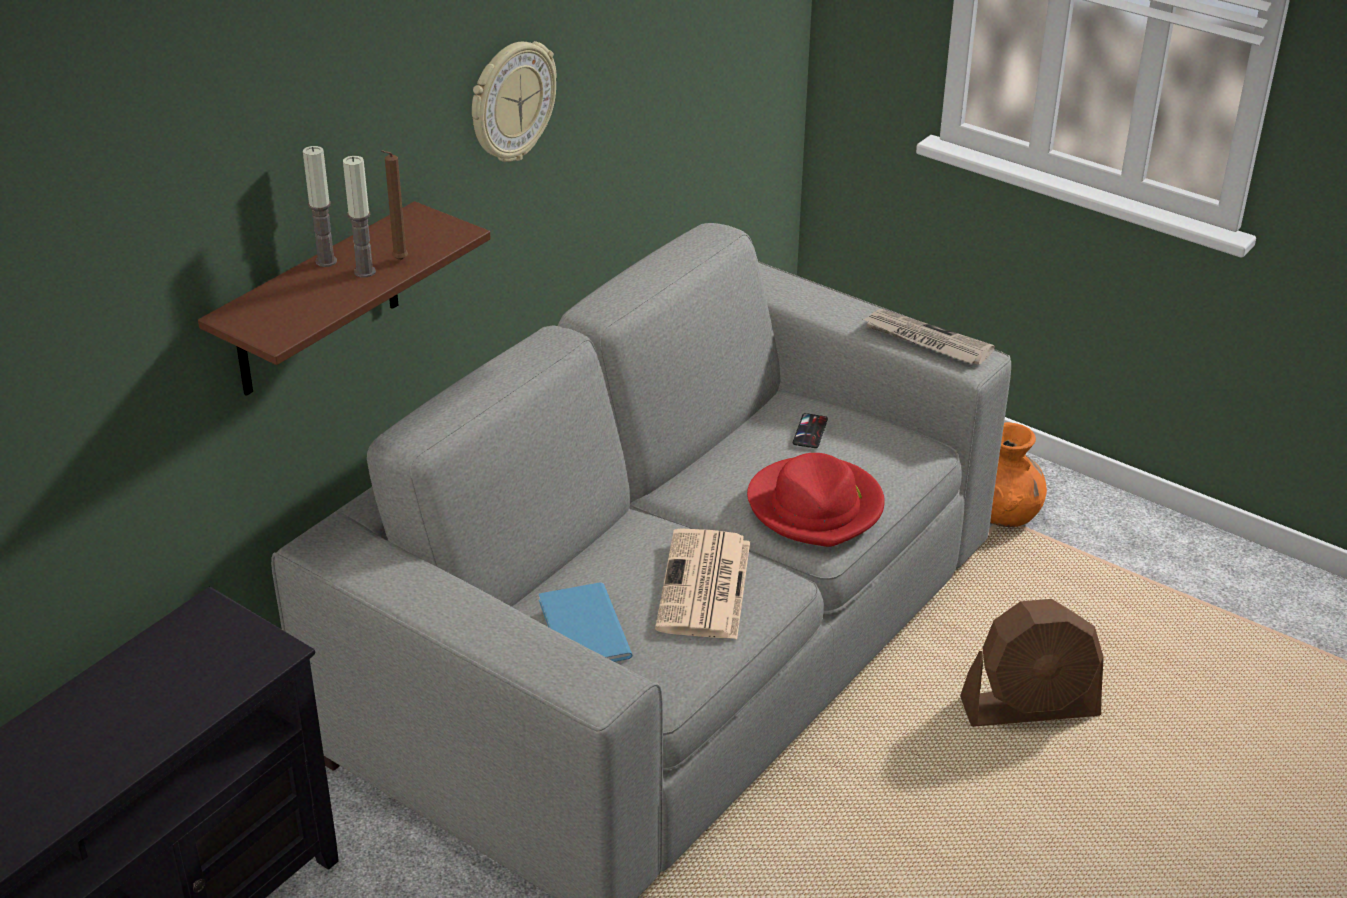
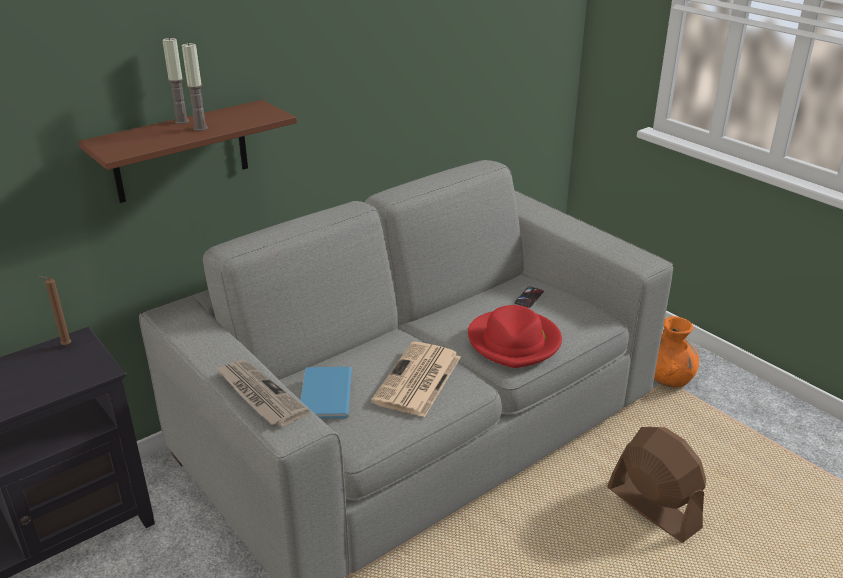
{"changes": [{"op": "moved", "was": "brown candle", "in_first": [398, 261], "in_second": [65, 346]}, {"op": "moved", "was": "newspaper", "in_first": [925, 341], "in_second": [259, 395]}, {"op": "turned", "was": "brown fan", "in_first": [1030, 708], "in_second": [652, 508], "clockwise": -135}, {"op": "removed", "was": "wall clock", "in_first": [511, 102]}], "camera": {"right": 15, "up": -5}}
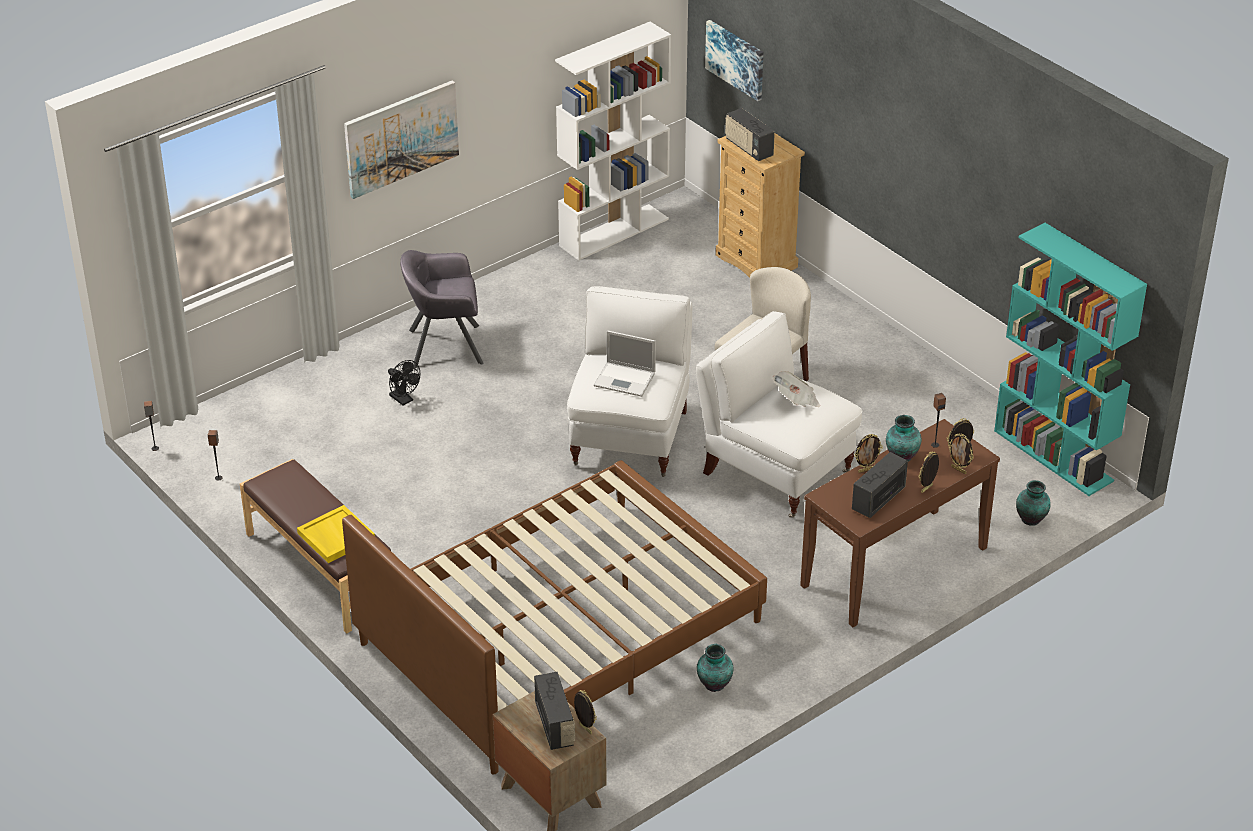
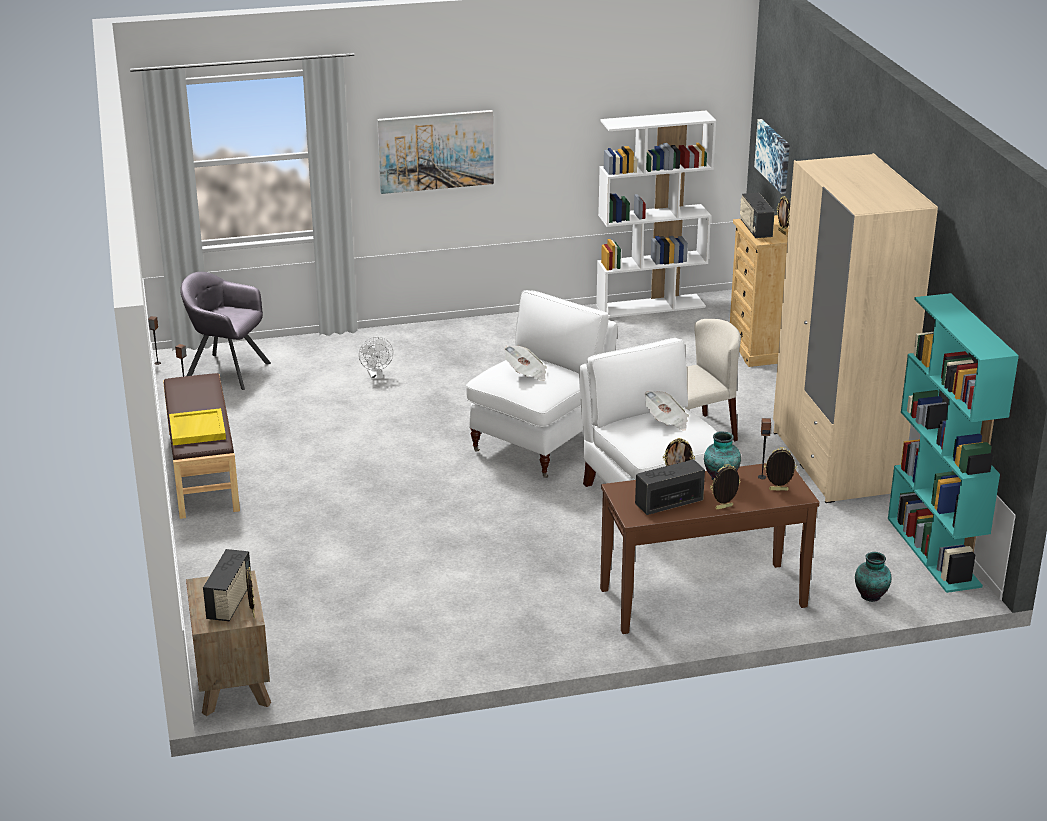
{"changes": [{"op": "moved", "was": "grey armchair", "in_first": [444, 346], "in_second": [227, 371]}, {"op": "recoloured", "was": "black fan", "now": "white fan", "in_first": [404, 400], "in_second": [376, 376]}, {"op": "replaced", "was": "laptop", "now": "newspaper", "in_first": [625, 379], "in_second": [526, 374]}, {"op": "added", "now": "beige wardrobe", "in_second": [835, 462]}, {"op": "moved", "was": "picture frame", "in_first": [959, 470], "in_second": [782, 232]}, {"op": "removed", "was": "brown bed", "in_first": [559, 632]}, {"op": "removed", "was": "vase", "in_first": [714, 685]}], "camera": {"right": 25, "up": -10}}
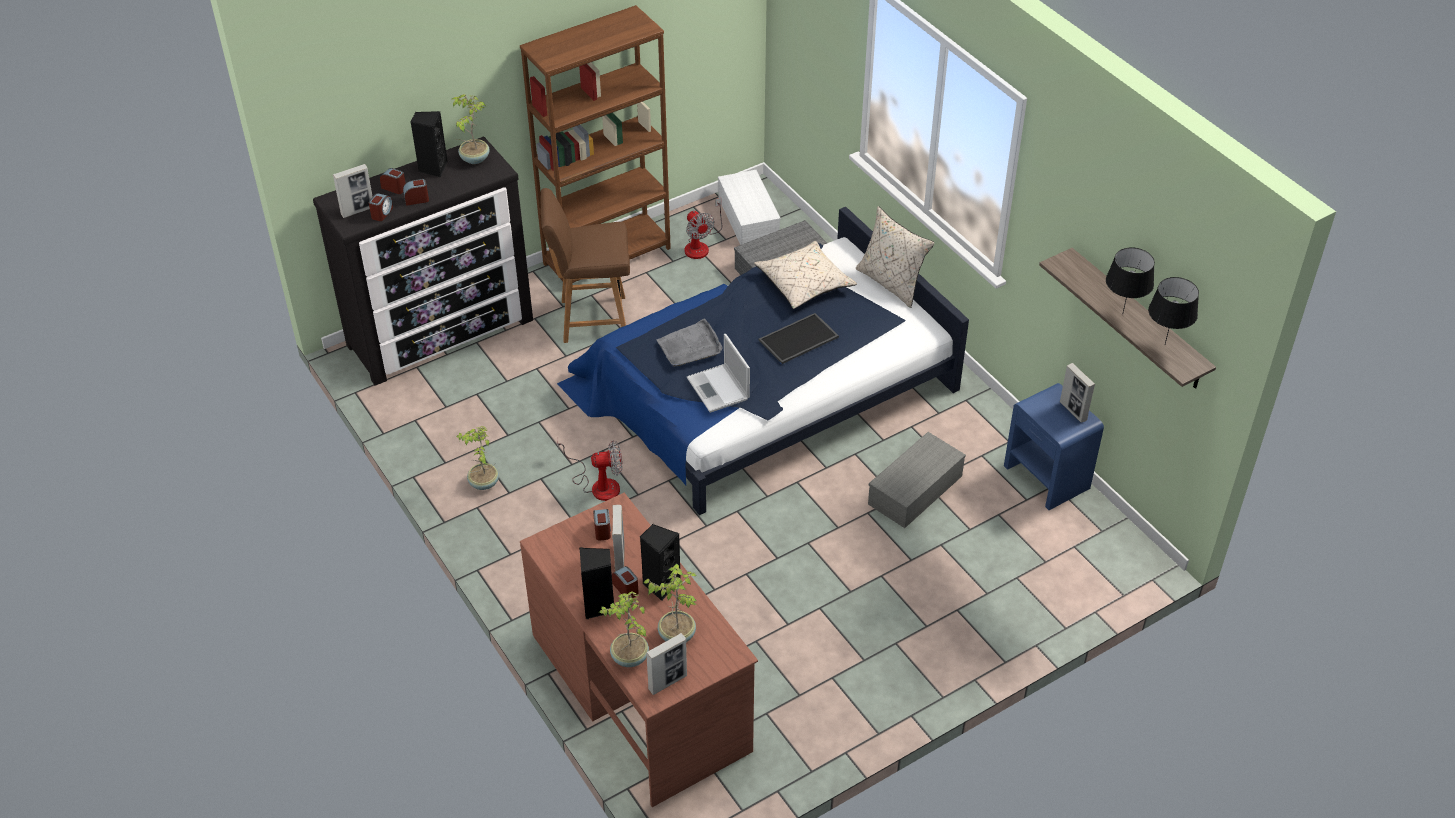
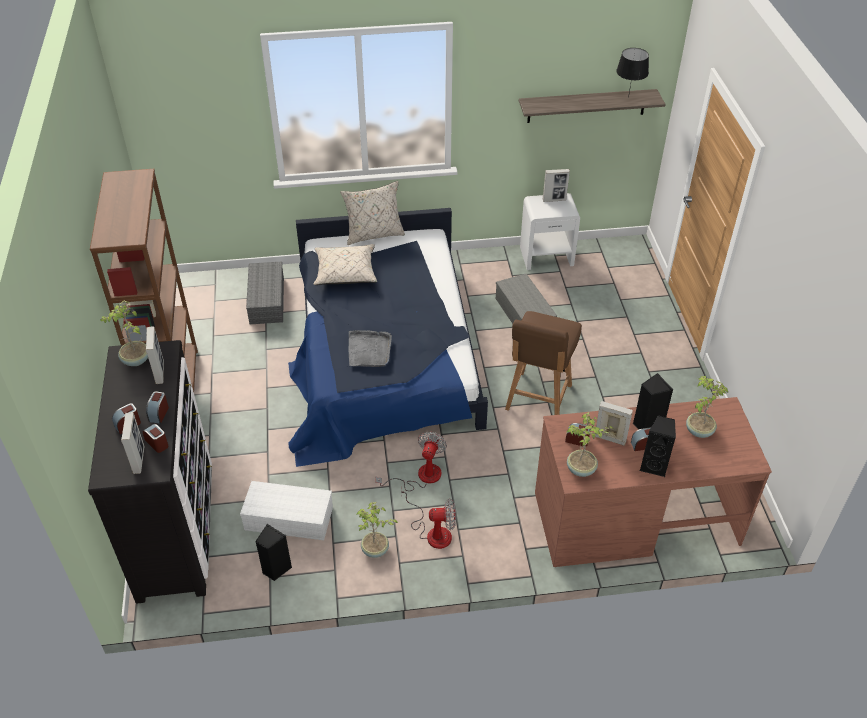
{"changes": [{"op": "moved", "was": "picture frame", "in_first": [667, 682], "in_second": [159, 372]}, {"op": "moved", "was": "white storage box", "in_first": [747, 217], "in_second": [287, 519]}, {"op": "moved", "was": "black speaker", "in_first": [433, 168], "in_second": [275, 569]}, {"op": "moved", "was": "fan", "in_first": [700, 245], "in_second": [433, 532]}, {"op": "moved", "was": "brown chair", "in_first": [592, 319], "in_second": [538, 398]}, {"op": "recoloured", "was": "blue nightstand", "now": "white nightstand", "in_first": [1047, 477], "in_second": [547, 256]}, {"op": "moved", "was": "potted plant", "in_first": [629, 658], "in_second": [581, 469]}, {"op": "removed", "was": "laptop", "in_first": [718, 389]}, {"op": "removed", "was": "tray", "in_first": [798, 340]}, {"op": "removed", "was": "black table lamp", "in_first": [1122, 313]}], "camera": {"right": -65, "up": 0}}
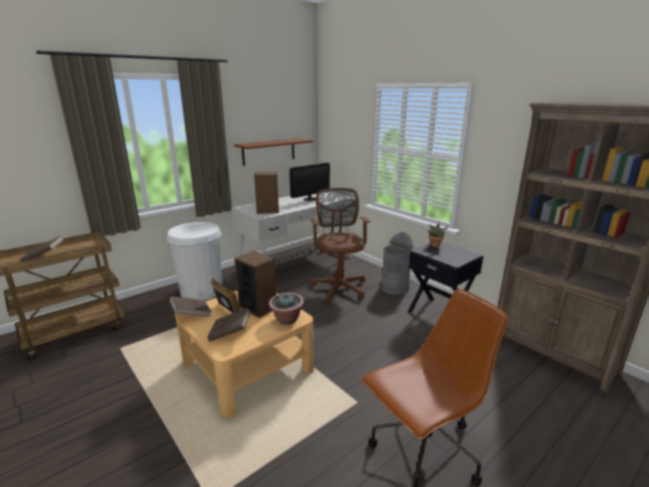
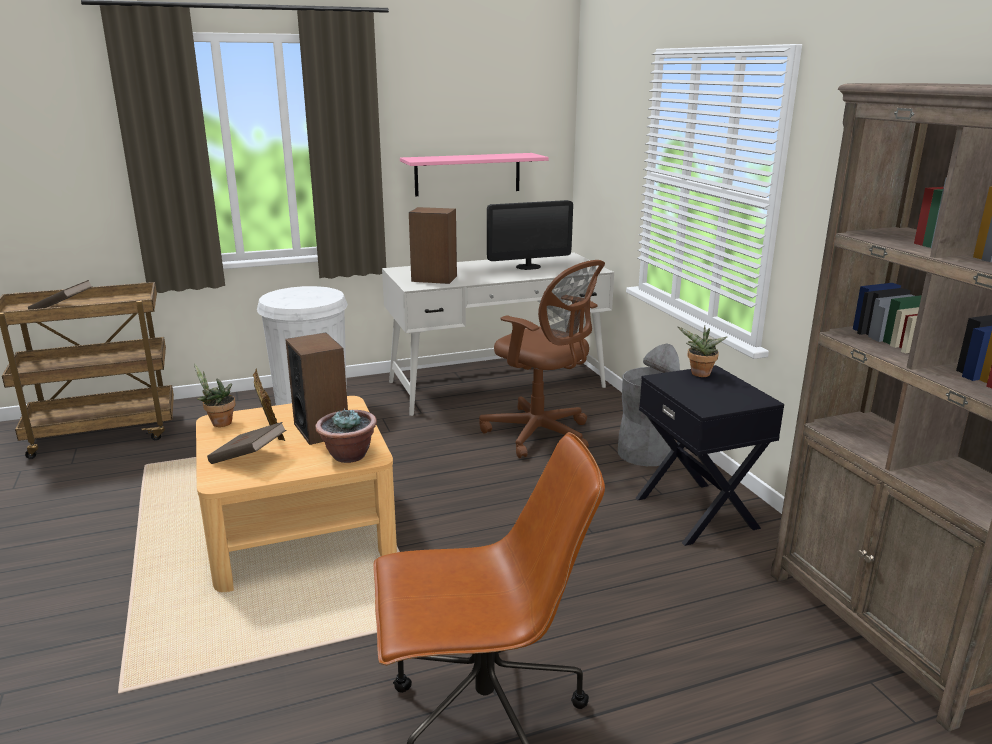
{"changes": [{"op": "replaced", "was": "brown book", "now": "potted plant", "in_first": [191, 314], "in_second": [219, 423]}, {"op": "recoloured", "was": "brown shelf", "now": "pink shelf", "in_first": [269, 151], "in_second": [467, 174]}, {"op": "turned", "was": "brown office chair", "in_first": [339, 287], "in_second": [541, 435], "clockwise": 120}], "camera": {"right": 20, "up": 0}}
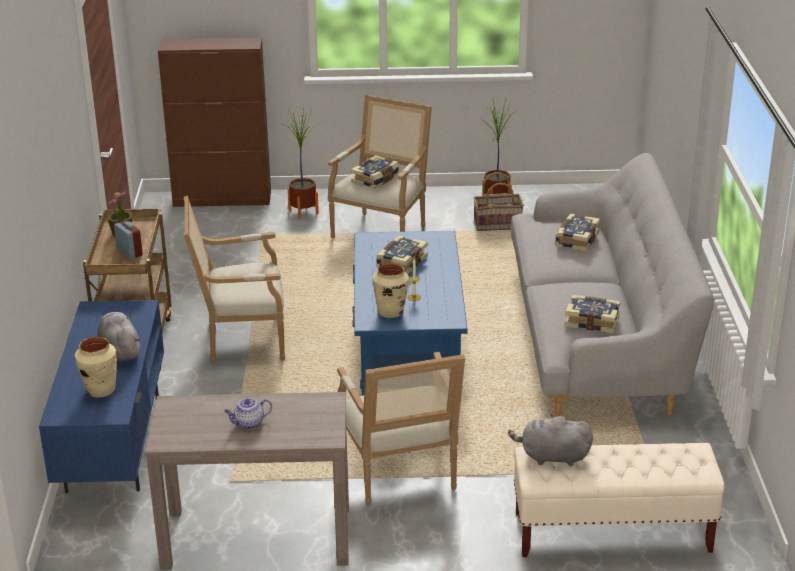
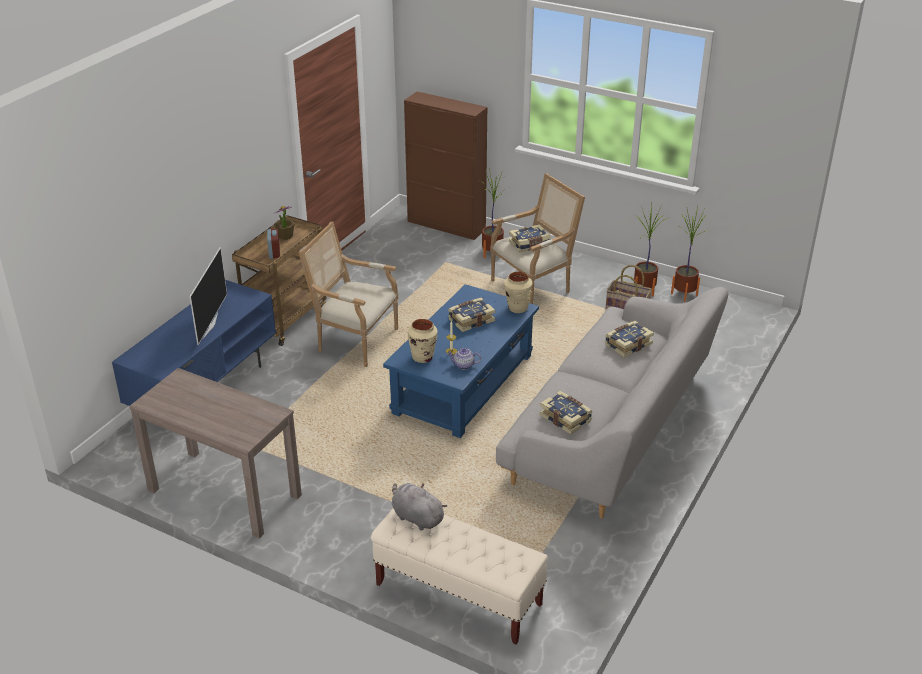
{"changes": [{"op": "replaced", "was": "grey plush toy", "now": "television", "in_first": [120, 351], "in_second": [209, 325]}, {"op": "moved", "was": "teapot", "in_first": [248, 424], "in_second": [463, 365]}, {"op": "moved", "was": "beige vase", "in_first": [100, 390], "in_second": [517, 308]}, {"op": "added", "now": "potted plant", "in_second": [684, 294]}, {"op": "removed", "was": "armchair", "in_first": [402, 477]}], "camera": {"right": 30, "up": 5}}
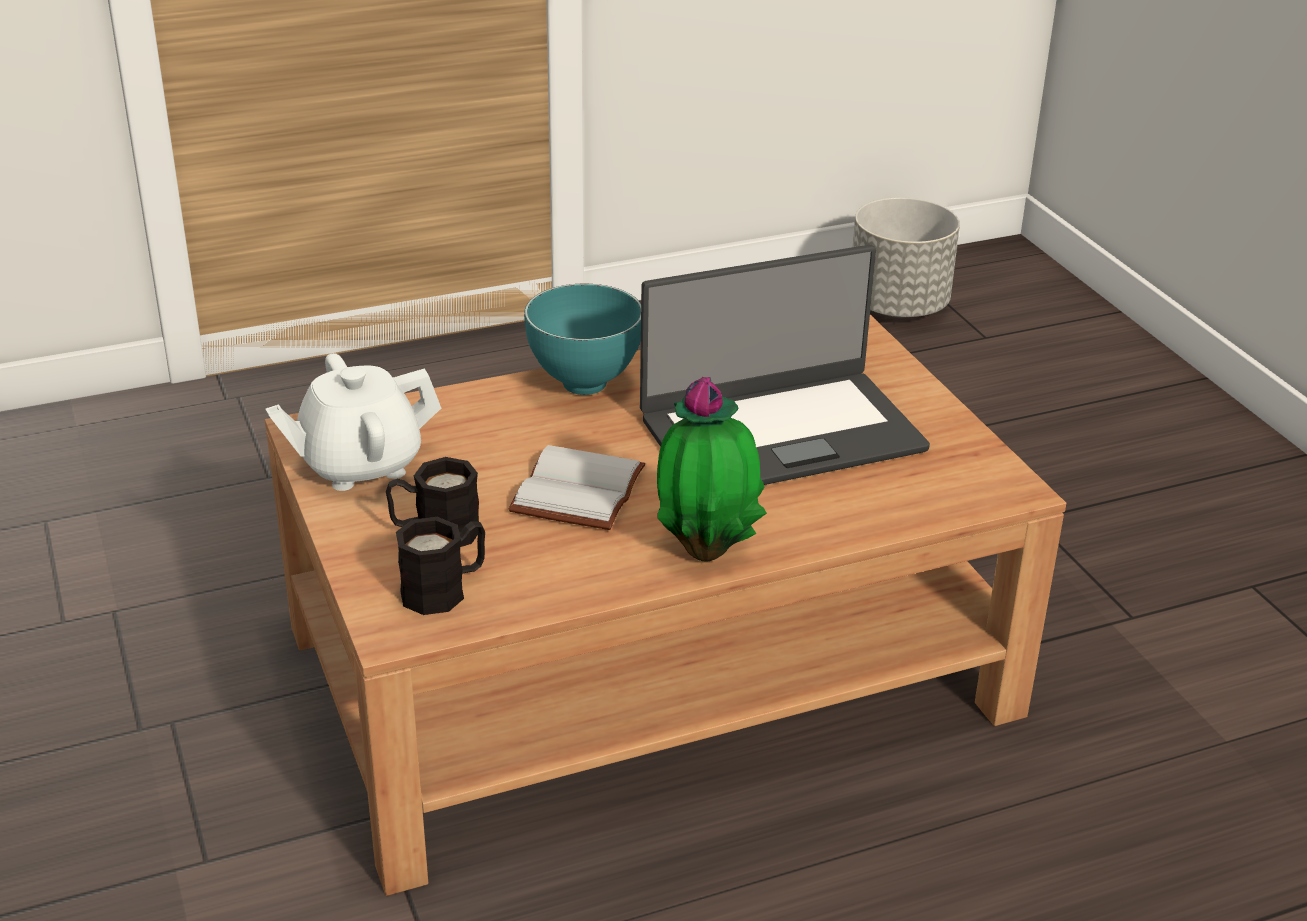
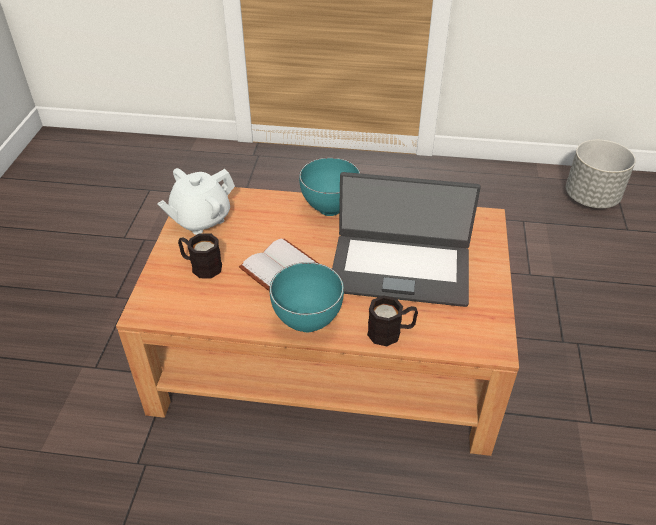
{"changes": [{"op": "turned", "was": "white teapot", "in_first": [359, 465], "in_second": [200, 219], "clockwise": -45}, {"op": "replaced", "was": "potted plant", "now": "turquoise bowl", "in_first": [706, 550], "in_second": [309, 323]}, {"op": "moved", "was": "black mug", "in_first": [445, 589], "in_second": [391, 332]}], "camera": {"right": 30, "up": 10}}
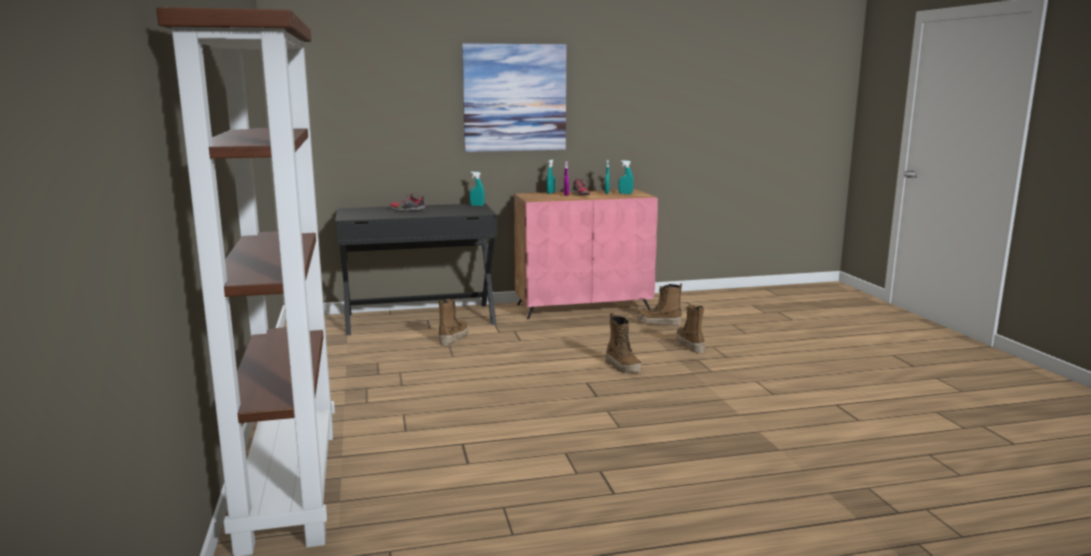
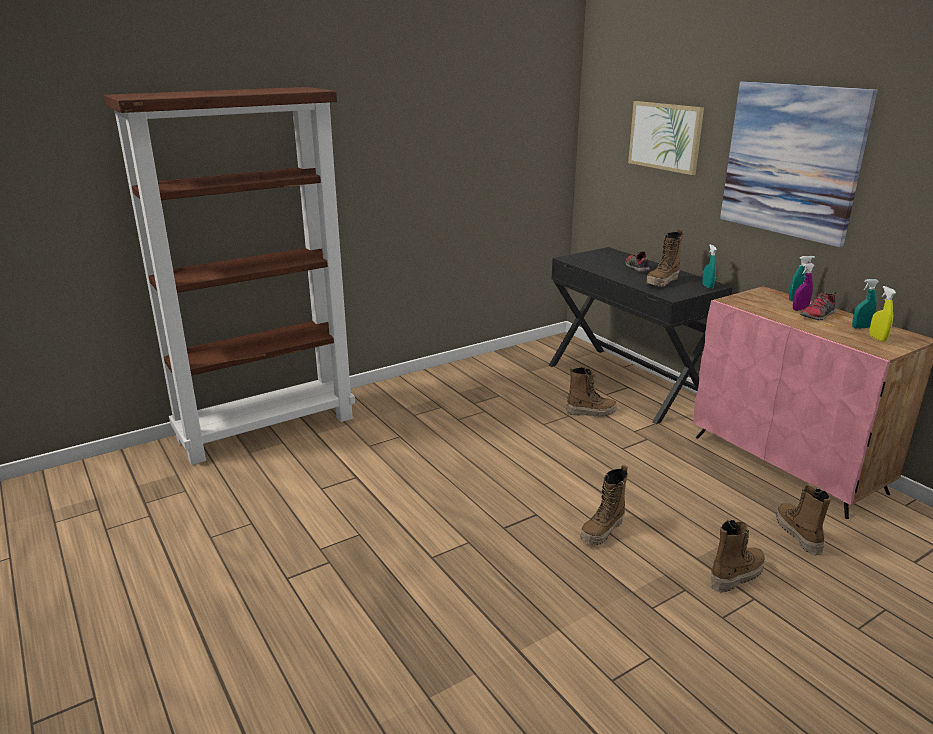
{"changes": [{"op": "added", "now": "picture", "in_second": [665, 136]}, {"op": "added", "now": "boot", "in_second": [662, 282]}, {"op": "recoloured", "was": "turquoise spray bottle", "now": "yellow spray bottle", "in_first": [625, 194], "in_second": [877, 338]}], "camera": {"right": 70, "up": 10}}
